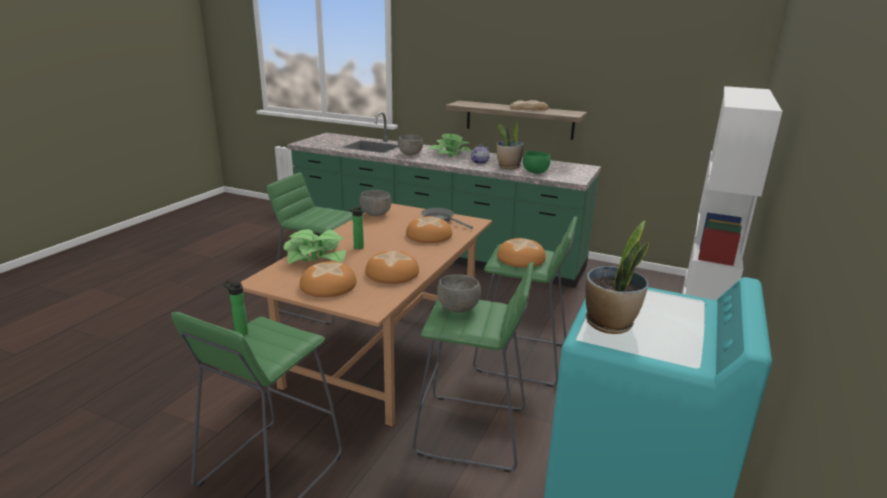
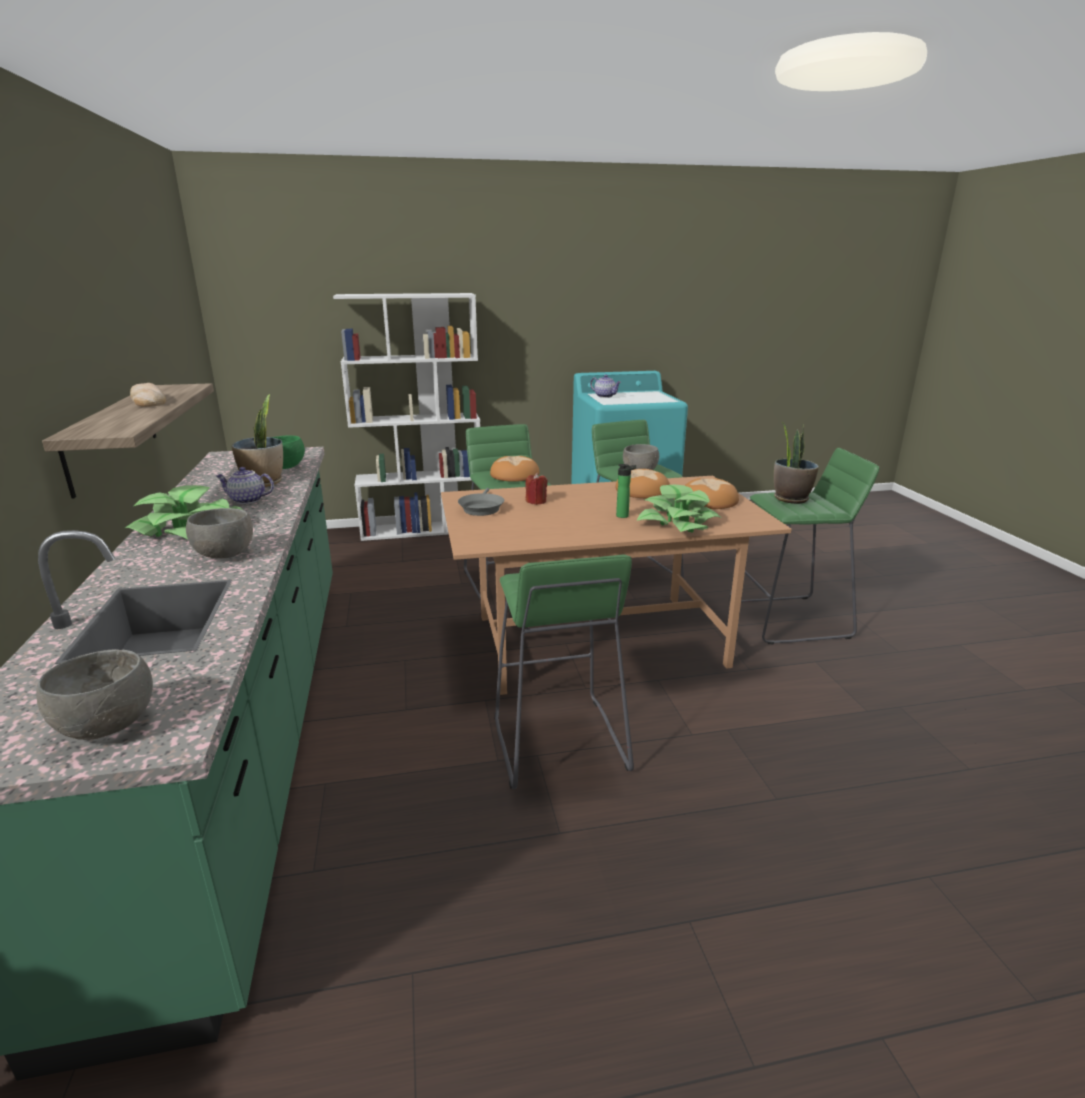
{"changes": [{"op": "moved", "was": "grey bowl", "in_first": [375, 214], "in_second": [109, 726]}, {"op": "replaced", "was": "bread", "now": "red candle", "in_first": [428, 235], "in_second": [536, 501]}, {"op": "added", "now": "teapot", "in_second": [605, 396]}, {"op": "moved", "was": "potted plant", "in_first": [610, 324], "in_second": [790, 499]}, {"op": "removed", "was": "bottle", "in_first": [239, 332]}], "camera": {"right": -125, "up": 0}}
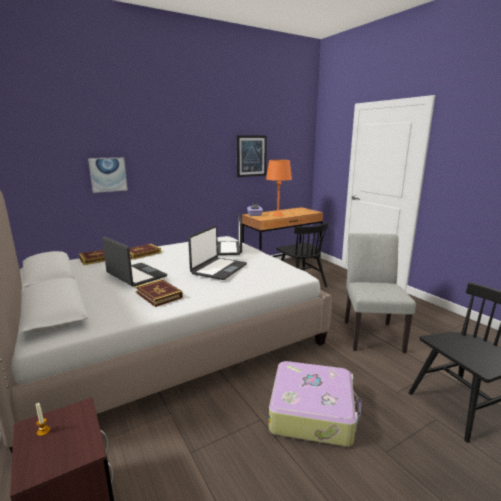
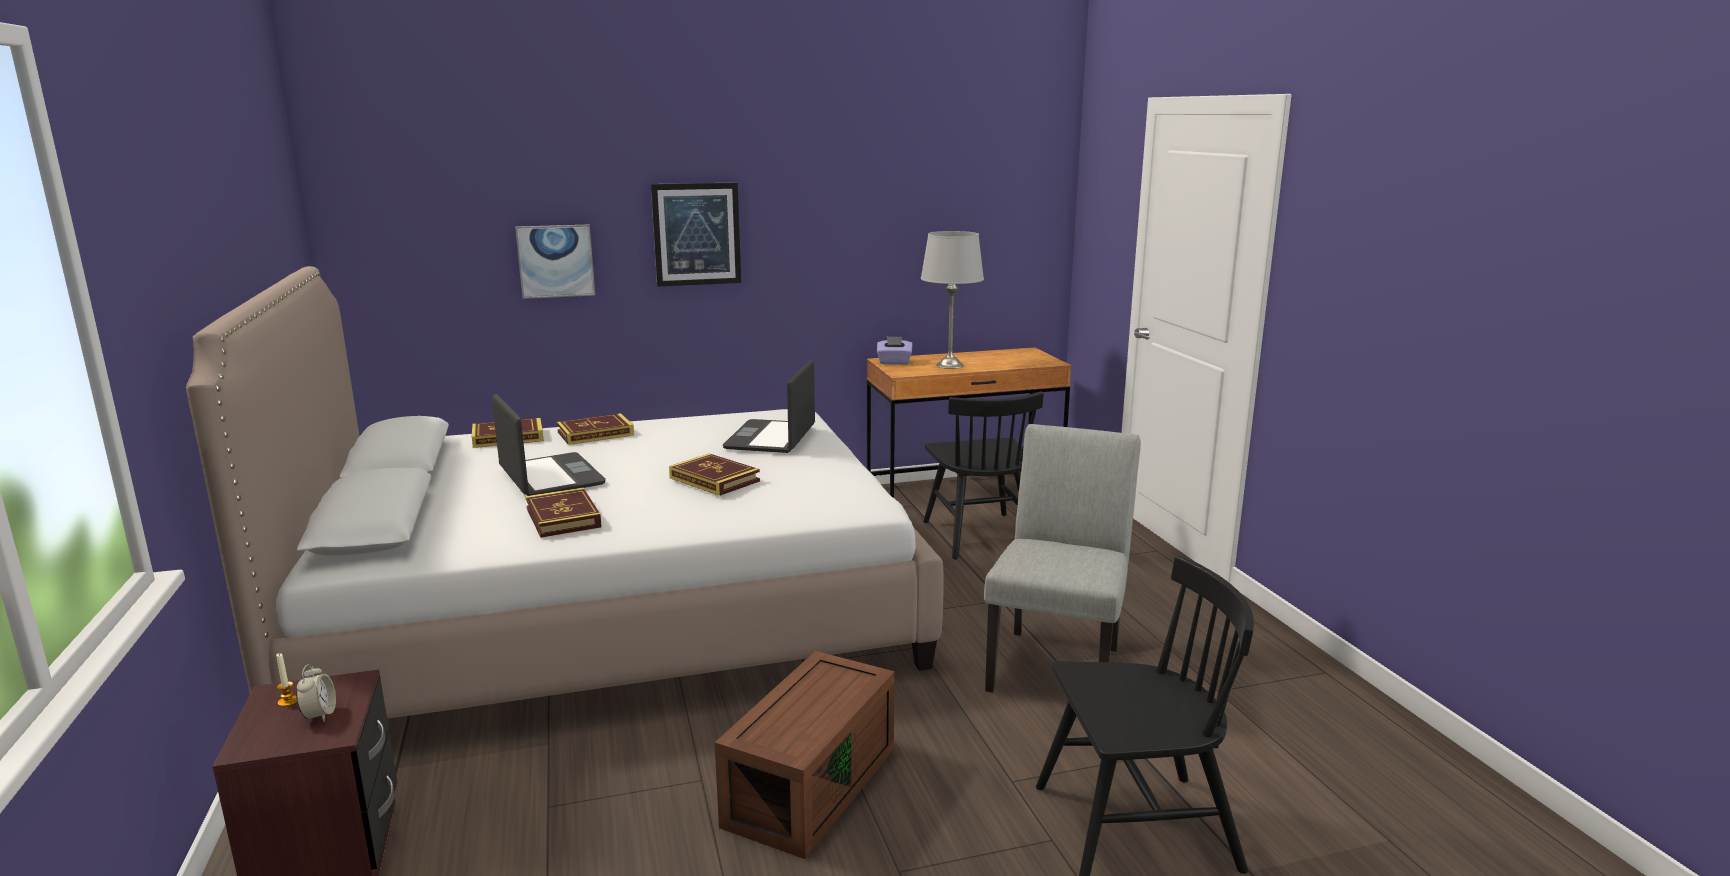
{"changes": [{"op": "added", "now": "alarm clock", "in_second": [319, 715]}, {"op": "moved", "was": "picture", "in_first": [251, 156], "in_second": [696, 234]}, {"op": "replaced", "was": "laptop", "now": "book", "in_first": [218, 269], "in_second": [714, 479]}, {"op": "replaced", "was": "suitcase", "now": "brown storage box", "in_first": [312, 411], "in_second": [810, 784]}, {"op": "recoloured", "was": "orange table lamp", "now": "grey table lamp", "in_first": [277, 215], "in_second": [949, 365]}], "camera": {"right": 15, "up": 0}}
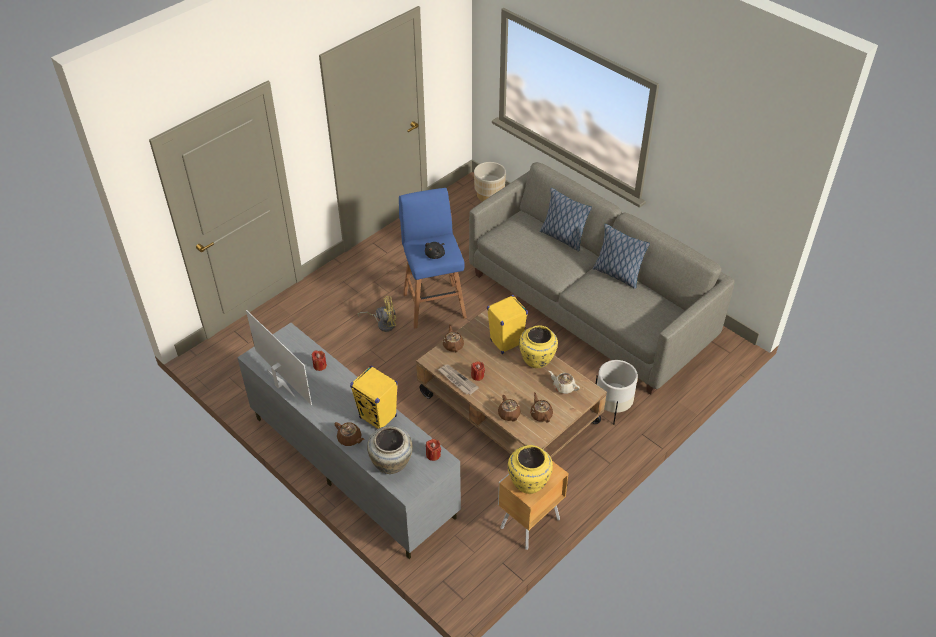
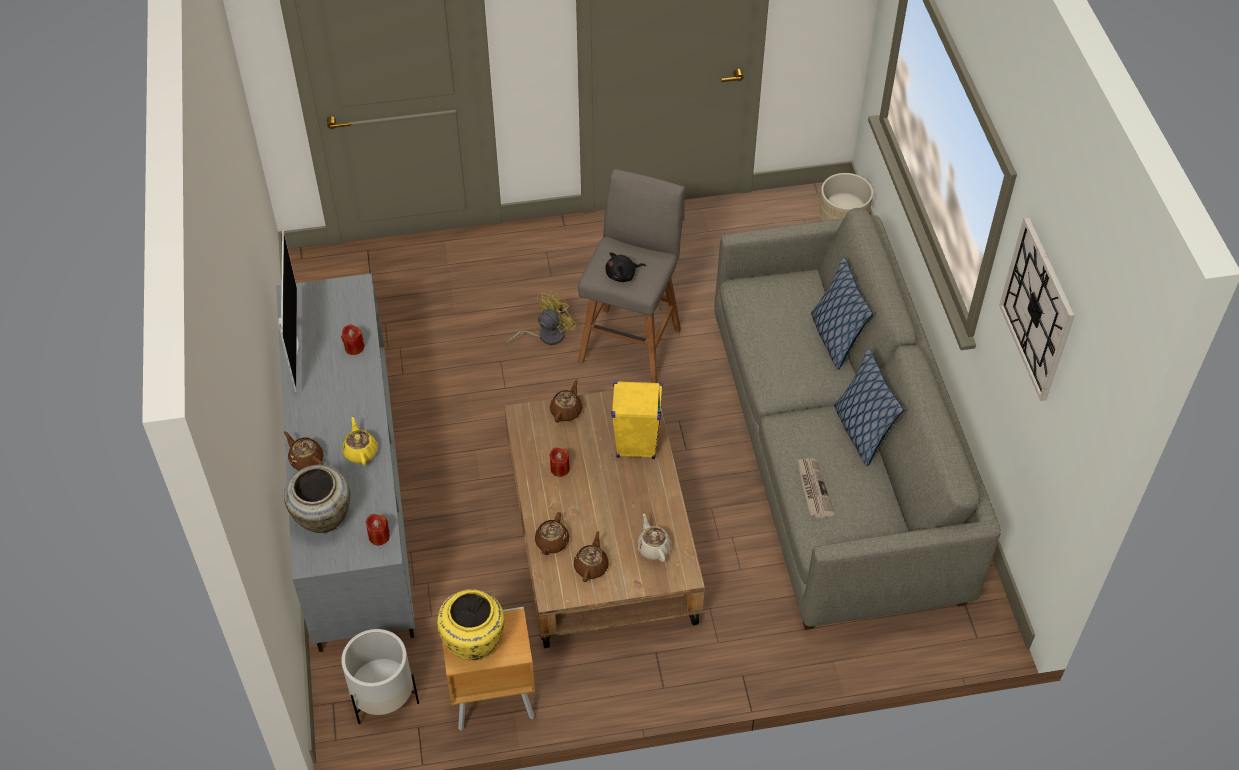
{"changes": [{"op": "turned", "was": "brown teapot", "in_first": [350, 439], "in_second": [306, 459], "clockwise": 150}, {"op": "moved", "was": "white planter", "in_first": [612, 407], "in_second": [384, 698]}, {"op": "replaced", "was": "yellow speaker", "now": "yellow teapot", "in_first": [378, 417], "in_second": [360, 451]}, {"op": "turned", "was": "yellow fan", "in_first": [383, 324], "in_second": [545, 335], "clockwise": -75}, {"op": "recoloured", "was": "blue stool", "now": "grey stool", "in_first": [434, 304], "in_second": [631, 342]}, {"op": "moved", "was": "newspaper", "in_first": [457, 380], "in_second": [813, 489]}, {"op": "added", "now": "wall clock", "in_second": [1037, 309]}, {"op": "removed", "was": "yellow vase", "in_first": [537, 360]}], "camera": {"right": 35, "up": 5}}
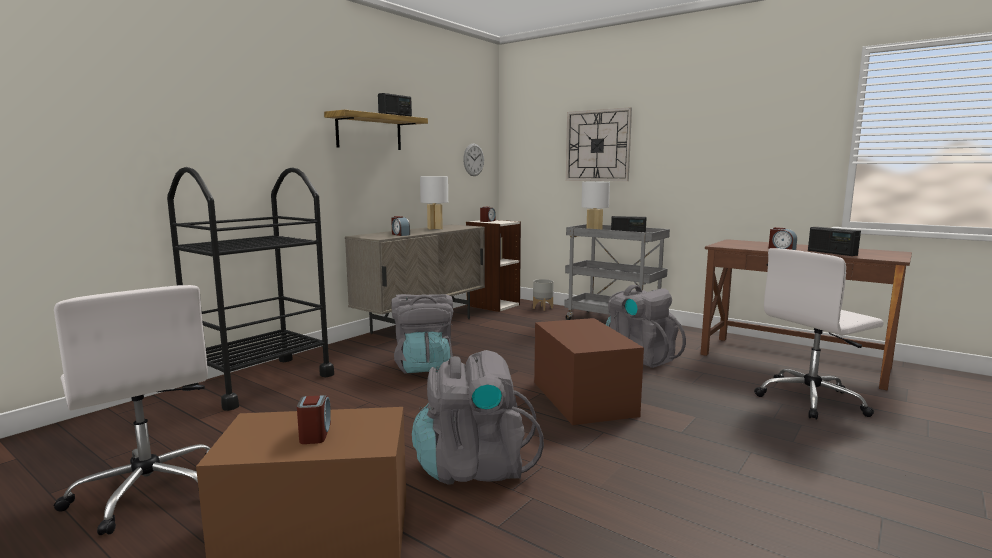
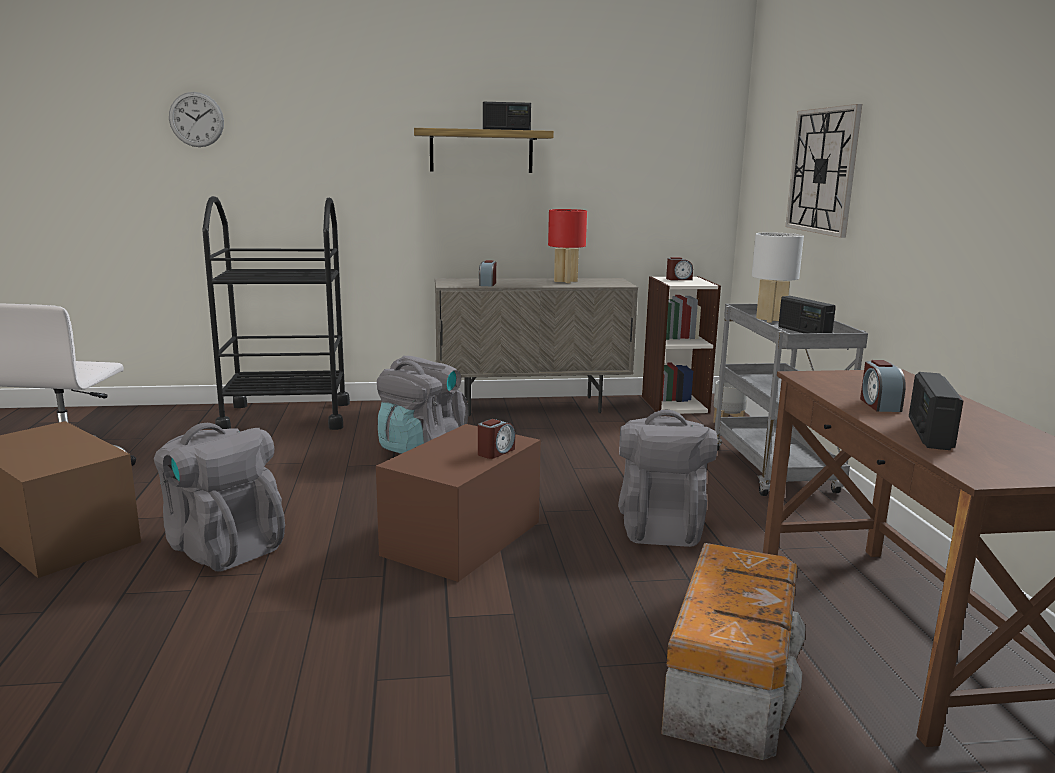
{"changes": [{"op": "moved", "was": "wall clock", "in_first": [473, 160], "in_second": [196, 119]}, {"op": "moved", "was": "alarm clock", "in_first": [315, 433], "in_second": [495, 452]}, {"op": "recoloured", "was": "white table lamp", "now": "red table lamp", "in_first": [435, 228], "in_second": [566, 281]}, {"op": "replaced", "was": "white office chair", "now": "storage box", "in_first": [811, 400], "in_second": [731, 682]}], "camera": {"right": 45, "up": 5}}
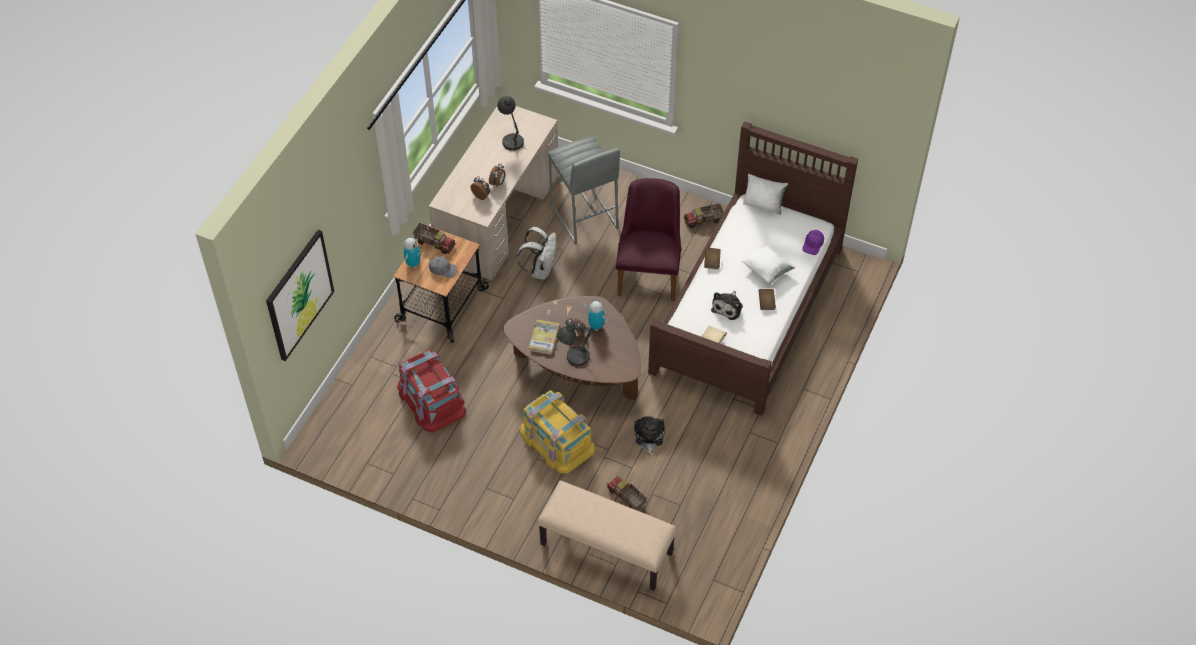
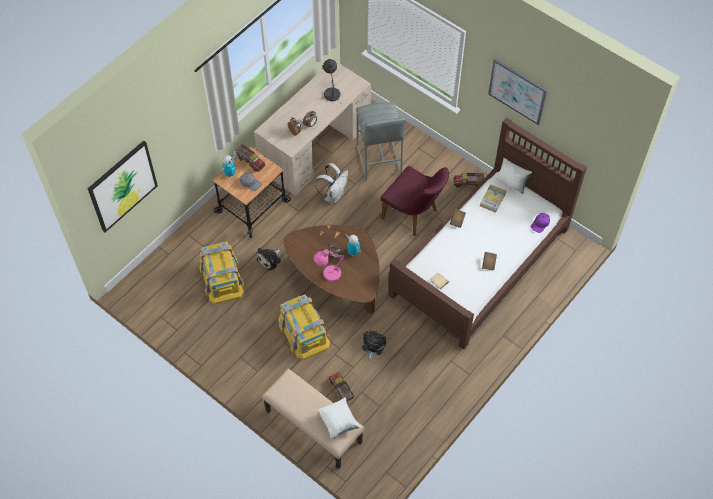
{"changes": [{"op": "recoloured", "was": "red storage box", "now": "yellow storage box", "in_first": [431, 399], "in_second": [221, 278]}, {"op": "moved", "was": "plush toy", "in_first": [728, 307], "in_second": [270, 259]}, {"op": "recoloured", "was": "grey table lamp", "now": "pink table lamp", "in_first": [575, 358], "in_second": [329, 274]}, {"op": "moved", "was": "white pillow", "in_first": [767, 271], "in_second": [339, 422]}, {"op": "turned", "was": "purple chair", "in_first": [649, 273], "in_second": [414, 216], "clockwise": 105}, {"op": "moved", "was": "book", "in_first": [544, 338], "in_second": [492, 199]}, {"op": "added", "now": "picture", "in_second": [517, 91]}], "camera": {"right": 15, "up": 5}}
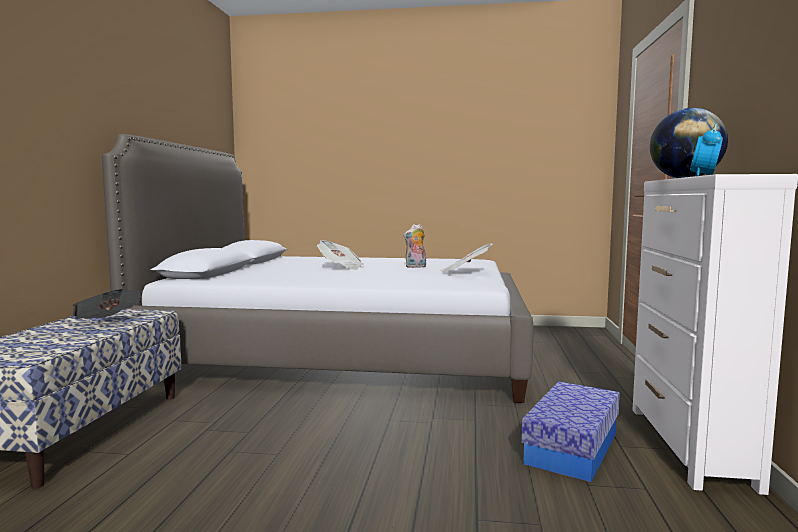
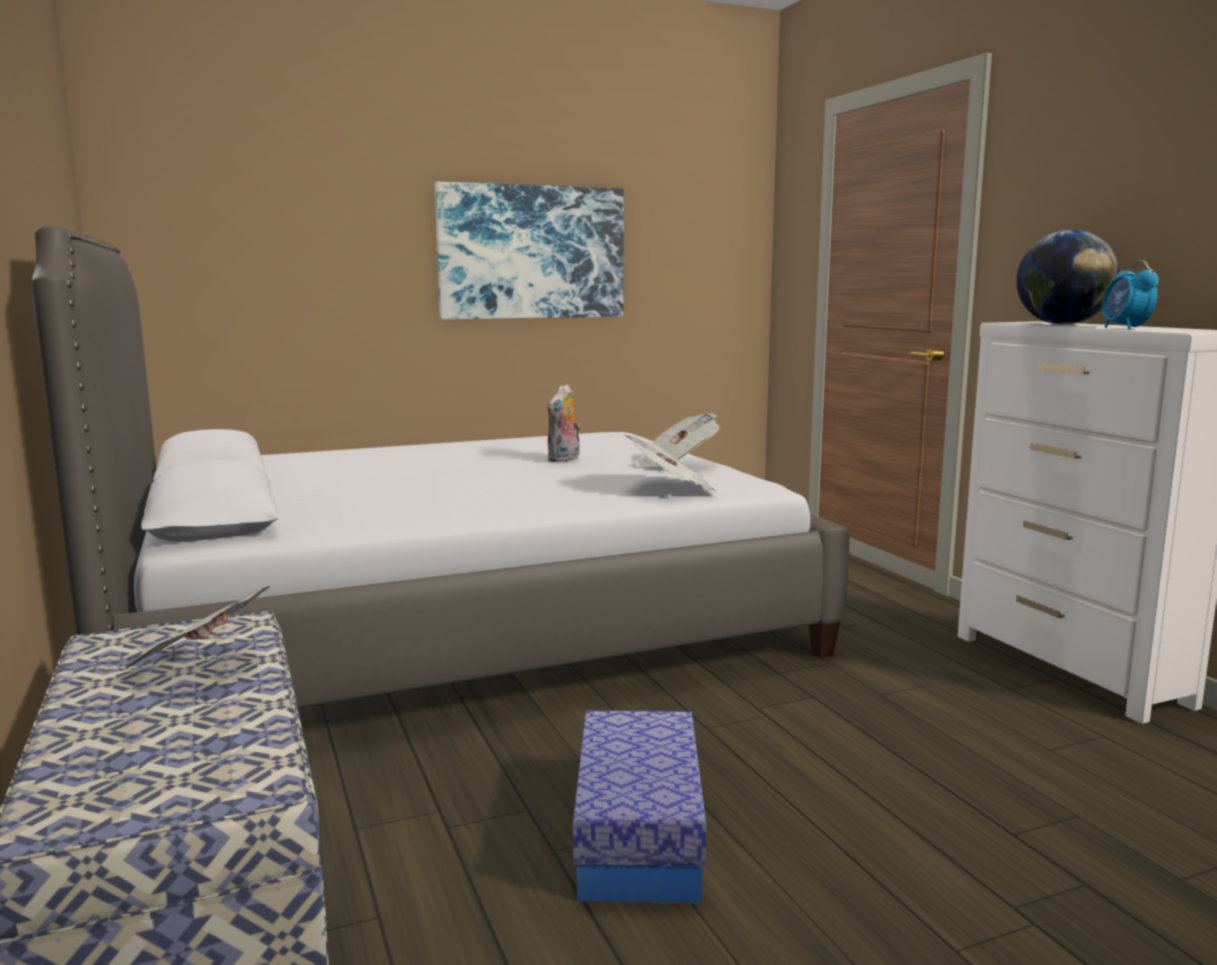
{"changes": [{"op": "added", "now": "picture", "in_second": [531, 252]}, {"op": "moved", "was": "storage box", "in_first": [572, 448], "in_second": [638, 835]}, {"op": "moved", "was": "newspaper", "in_first": [341, 267], "in_second": [671, 488]}], "camera": {"right": -30, "up": 5}}
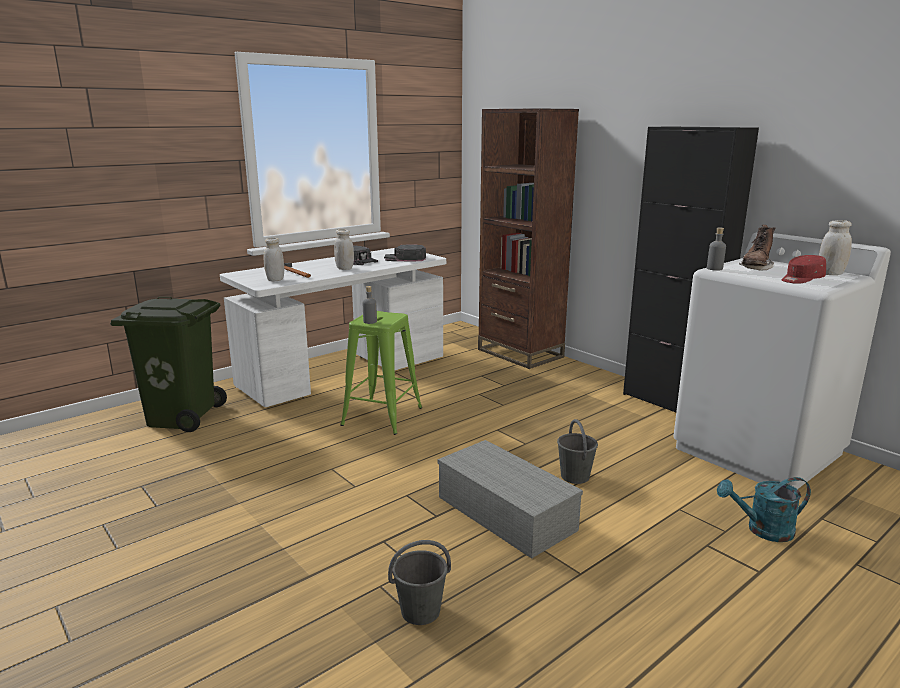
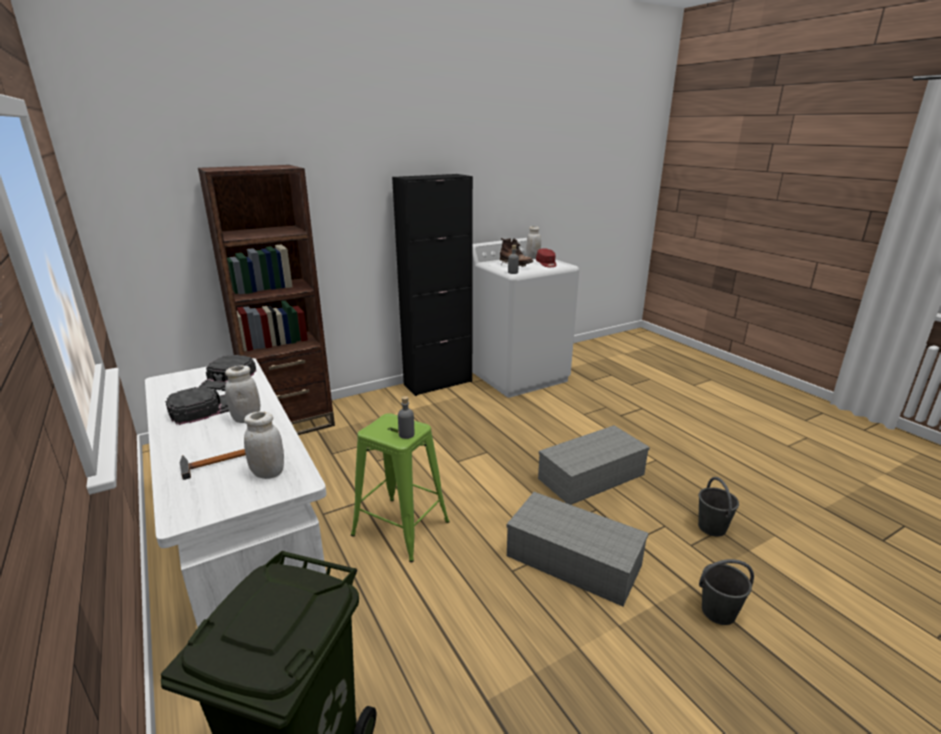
{"changes": [{"op": "added", "now": "grey storage box", "in_second": [571, 560]}, {"op": "moved", "was": "grey bucket", "in_first": [574, 476], "in_second": [717, 612]}, {"op": "removed", "was": "turquoise watering can", "in_first": [762, 530]}], "camera": {"right": -80, "up": 5}}
